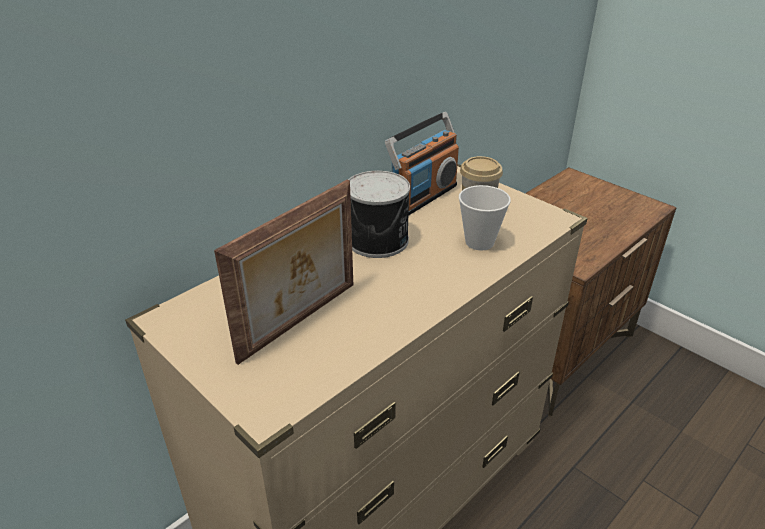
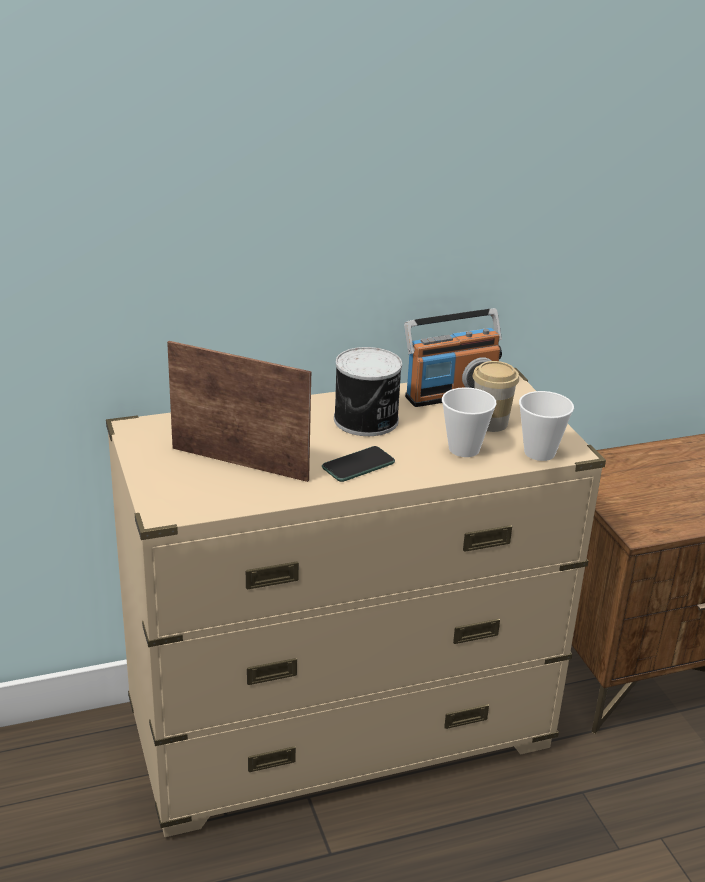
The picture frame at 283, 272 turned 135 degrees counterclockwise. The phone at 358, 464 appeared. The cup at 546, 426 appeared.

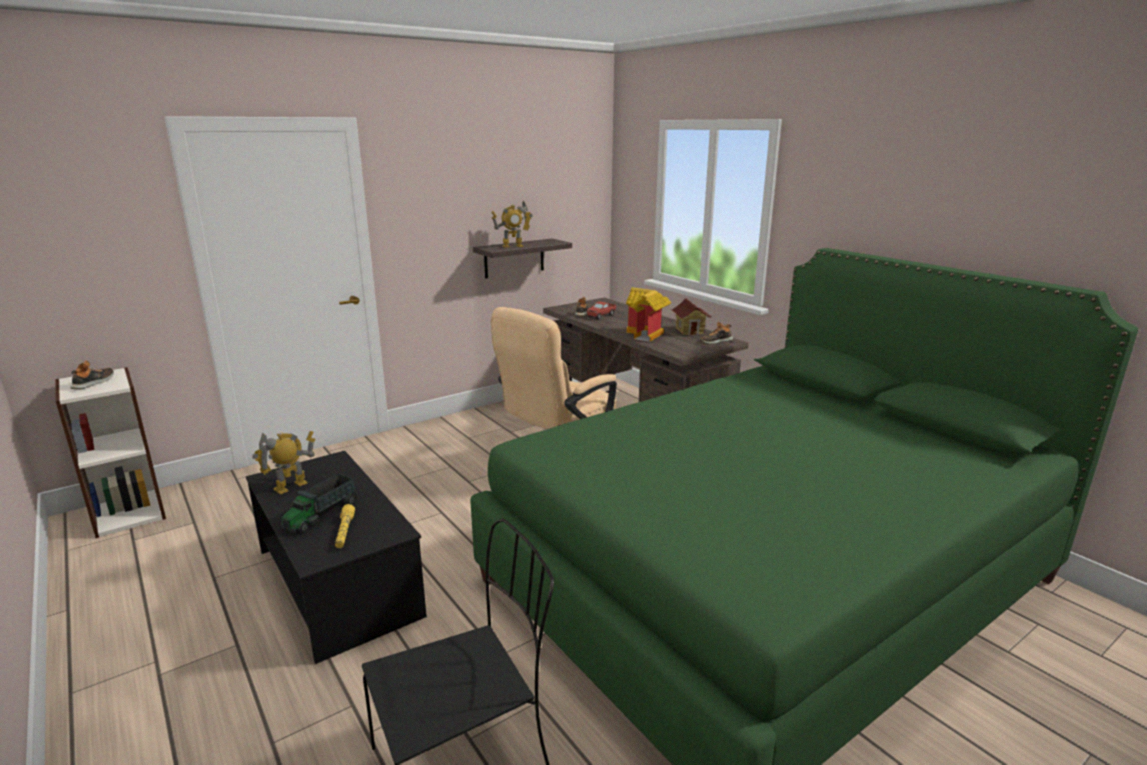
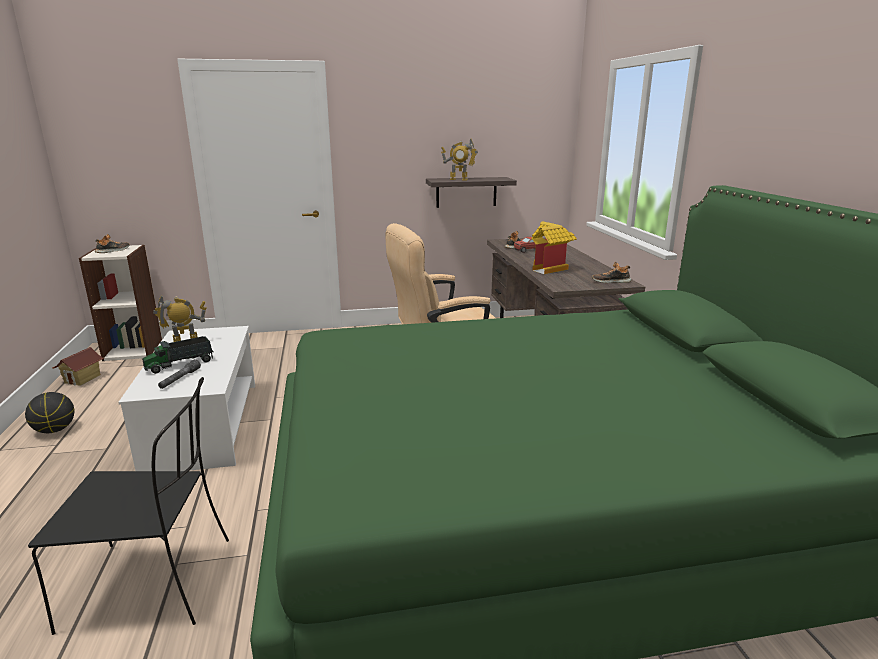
The basketball at 49, 412 appeared. The toy house moved from 691, 317 to 78, 366. The black coffee table at 336, 557 became the white coffee table at 186, 398. The yellow flashlight at 345, 526 became the grey flashlight at 179, 374.

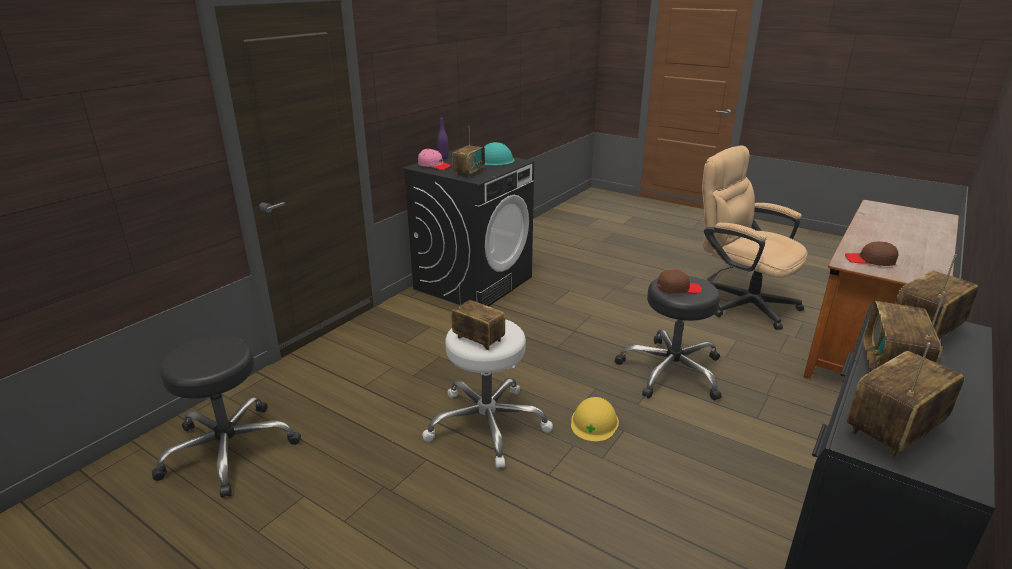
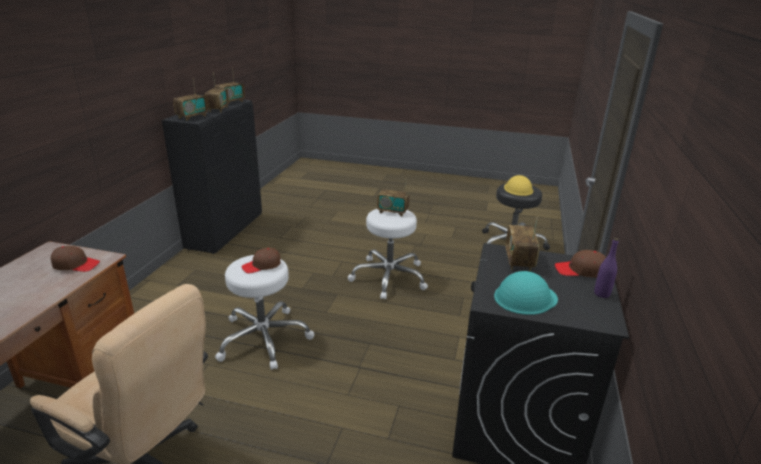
The black stool at 668, 338 became the white stool at 264, 312. The yellow hard hat moved from 595, 419 to 518, 185. The pink cap at 435, 159 became the brown cap at 580, 264.

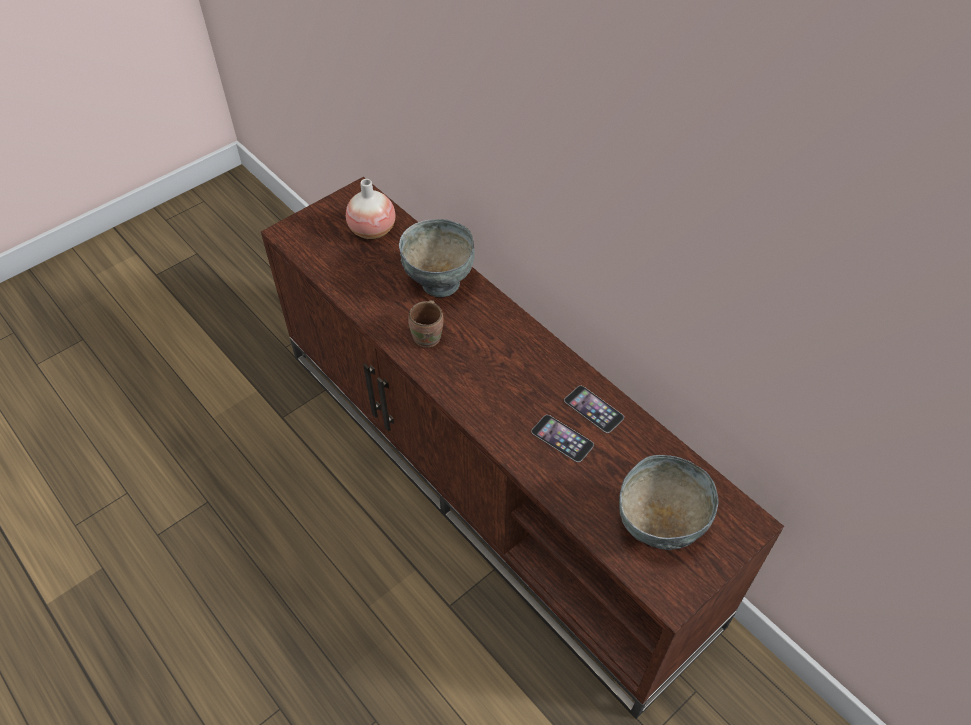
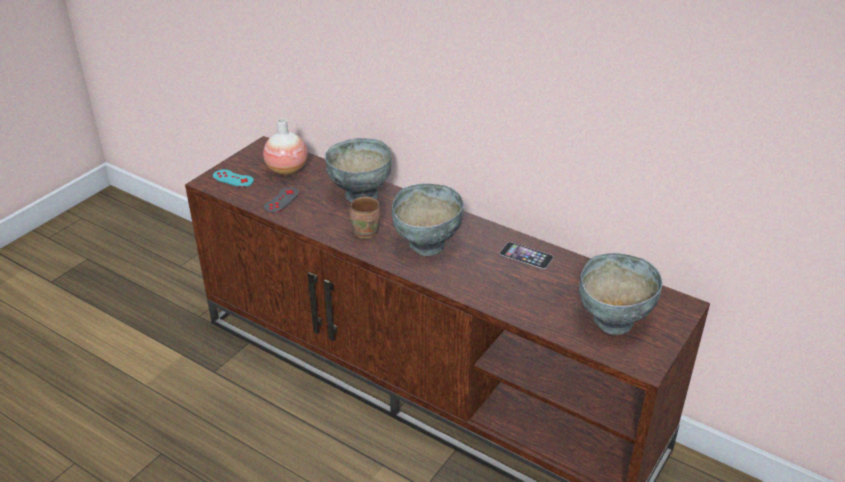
The turquoise game controller at 233, 178 appeared. The grey game controller at 281, 200 appeared. The grey bowl at 428, 220 appeared. The phone at 562, 438 disappeared.

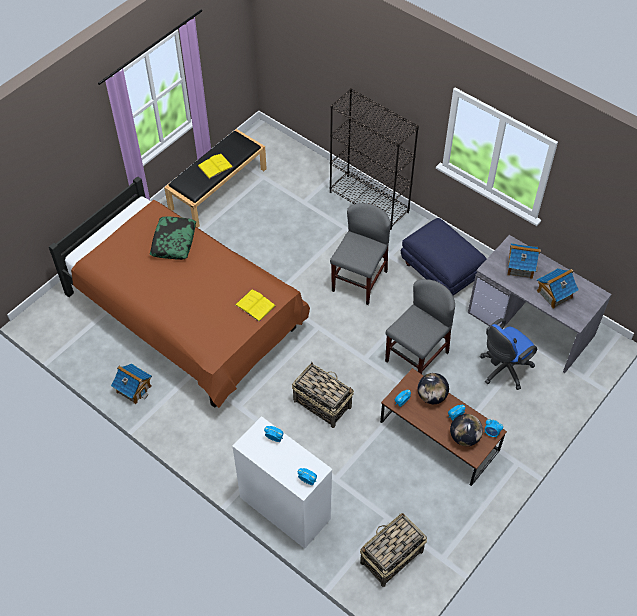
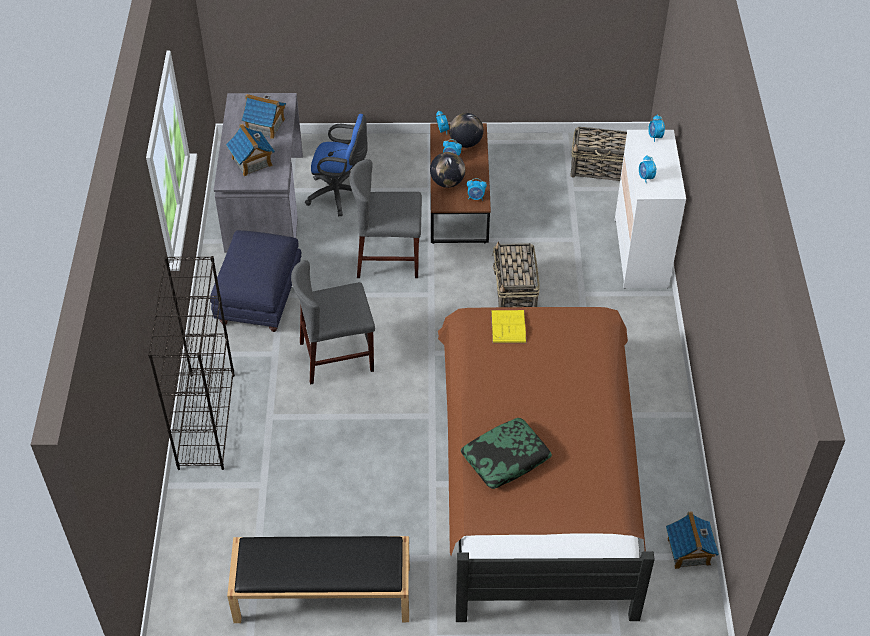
The toy house moved from 131, 383 to 692, 540. The yellow book at 215, 166 disappeared.

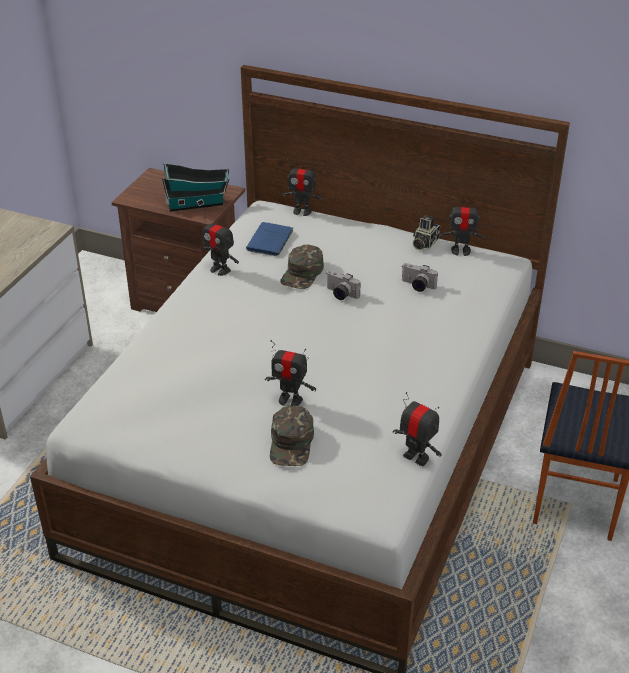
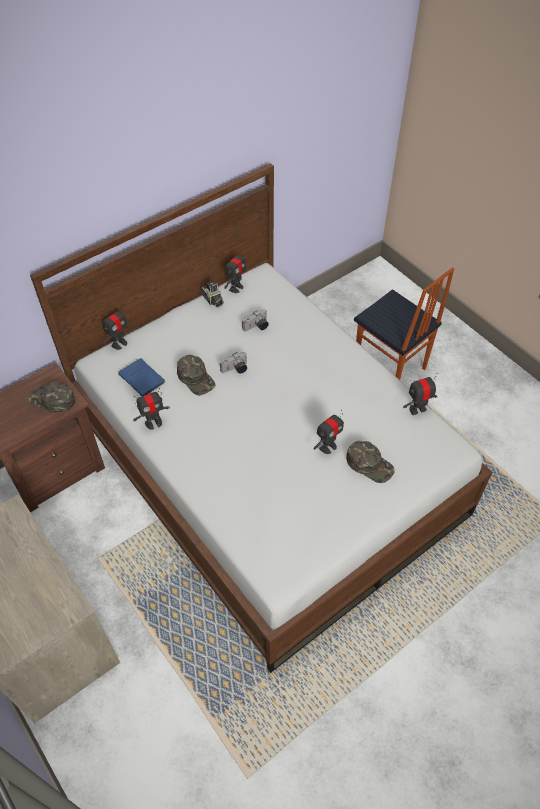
The toy house at 196, 187 was replaced by the green cap at 52, 397.

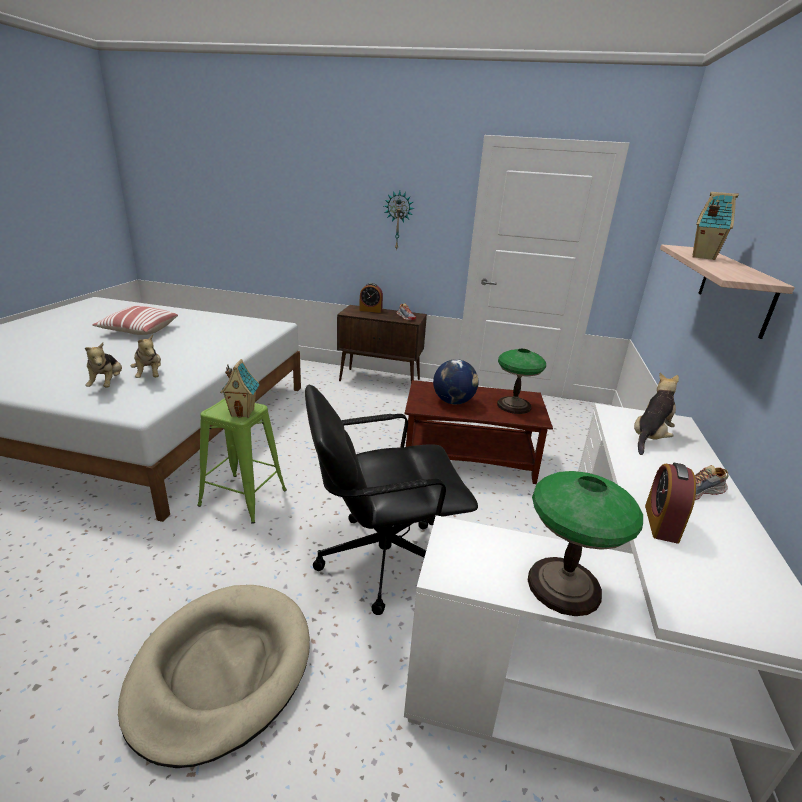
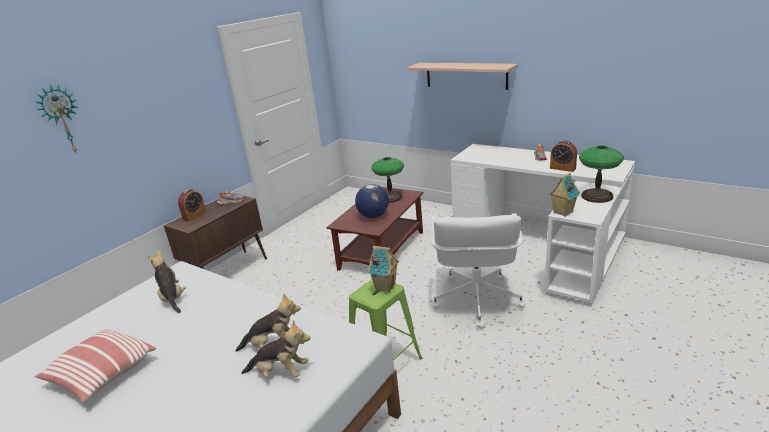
The wall clock moved from 399, 221 to 56, 118. The plush toy moved from 656, 414 to 167, 282. The black office chair at 391, 500 became the white office chair at 478, 270. The toy house moved from 716, 226 to 564, 195. The beige dog bed at 214, 676 disappeared.

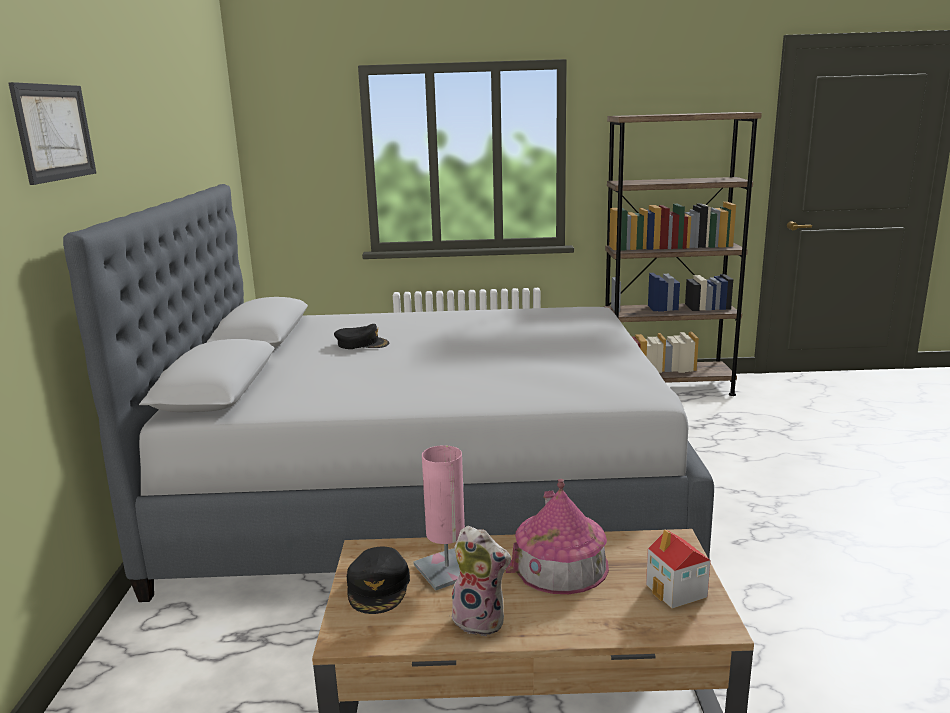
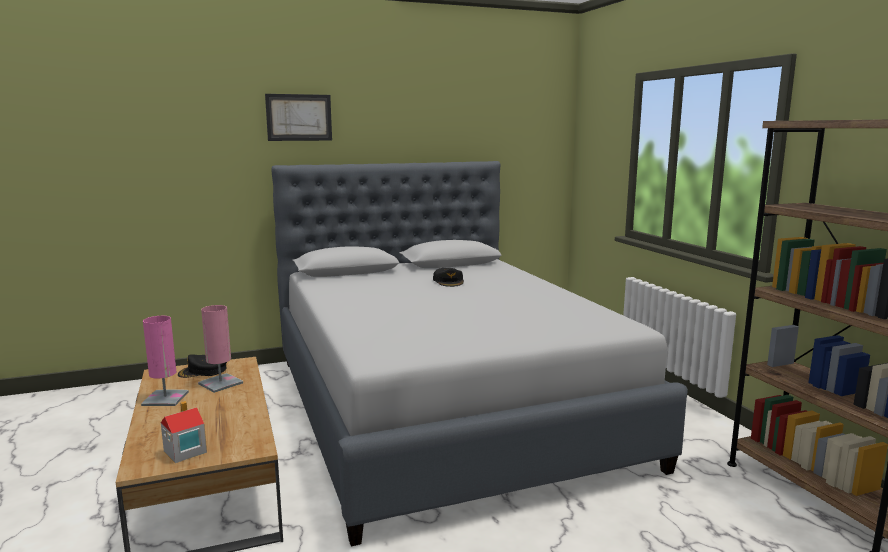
The plush toy at 481, 581 was replaced by the pink table lamp at 165, 361. The toy house at 557, 536 disappeared.

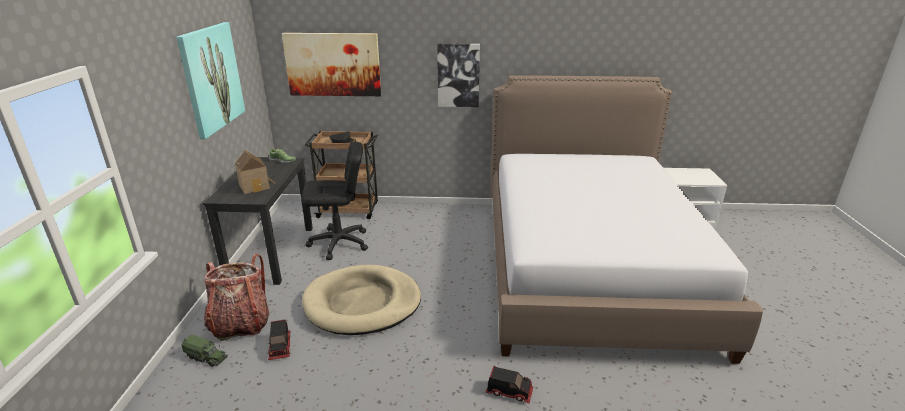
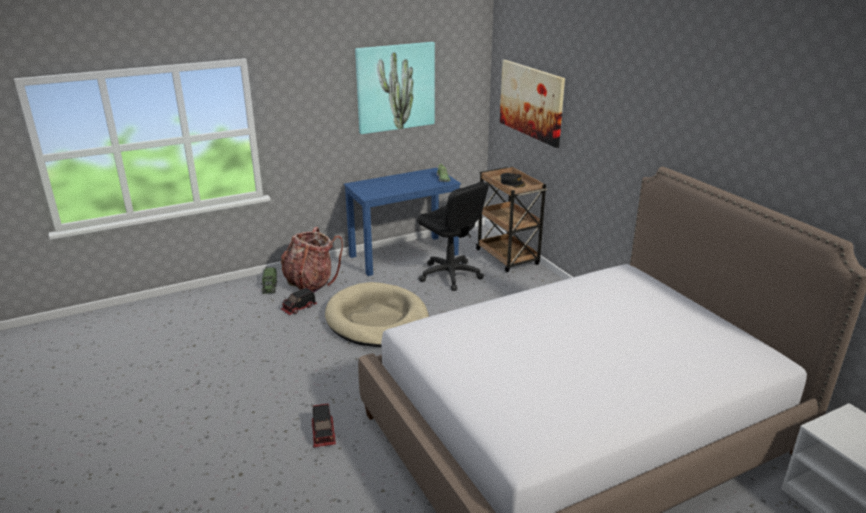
The black desk at 258, 221 became the blue desk at 402, 222. The toy house at 255, 172 disappeared. The picture at 458, 75 disappeared.

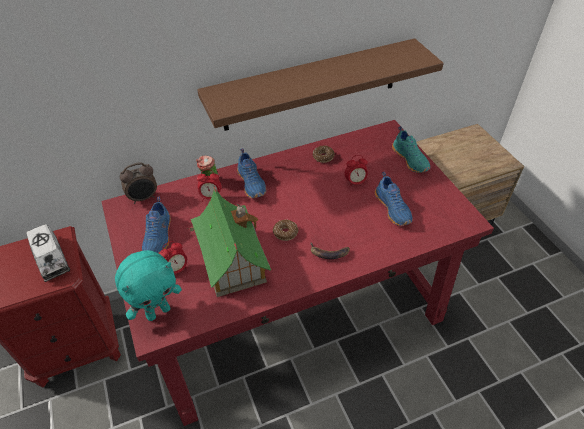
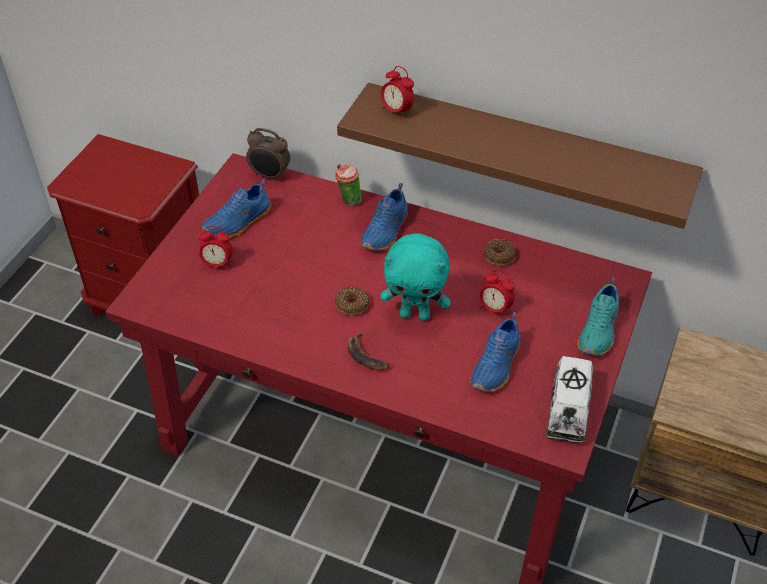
The turquoise plush toy moved from 148, 285 to 415, 277. The alarm clock moved from 209, 185 to 397, 92. The toy truck moved from 48, 253 to 569, 399. The toy house at 229, 241 disappeared.

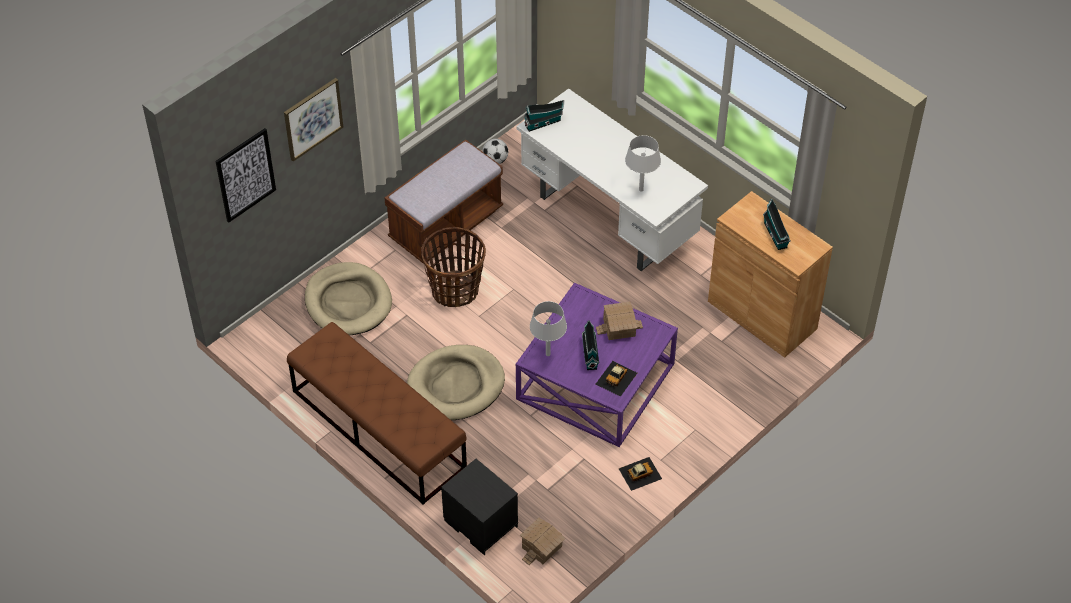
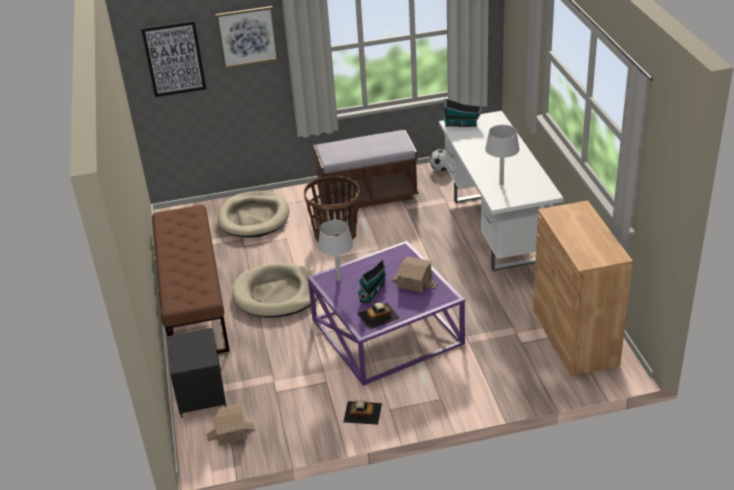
The toy house at 777, 224 disappeared.

